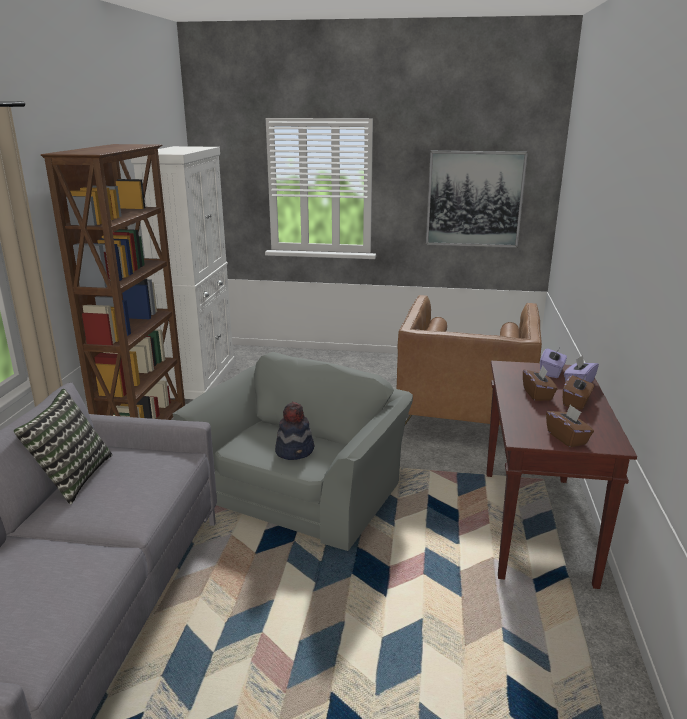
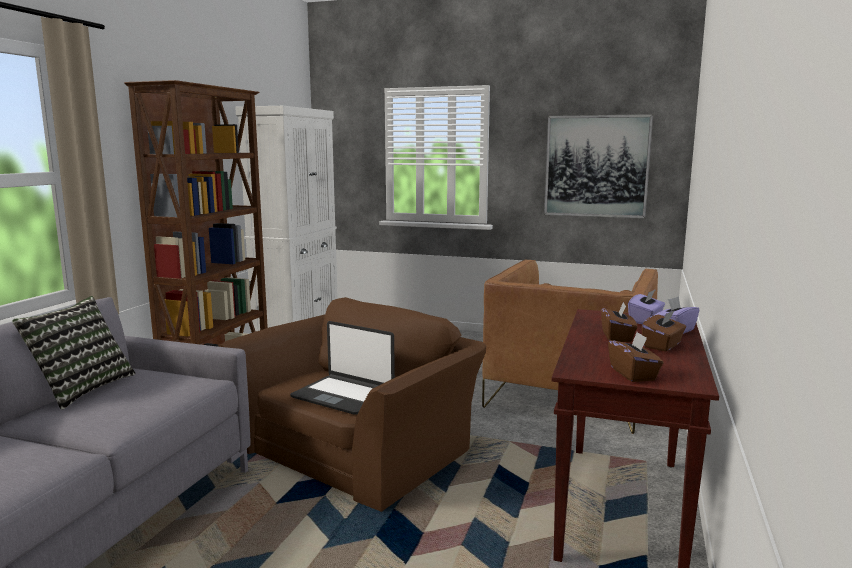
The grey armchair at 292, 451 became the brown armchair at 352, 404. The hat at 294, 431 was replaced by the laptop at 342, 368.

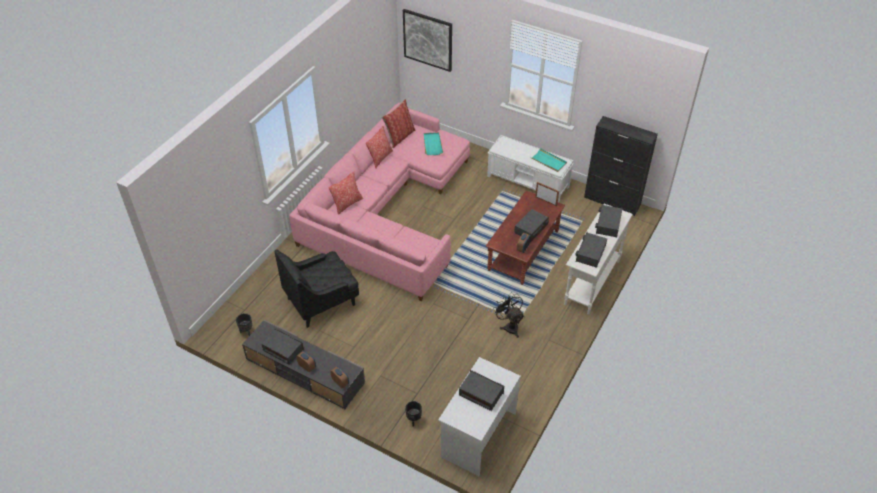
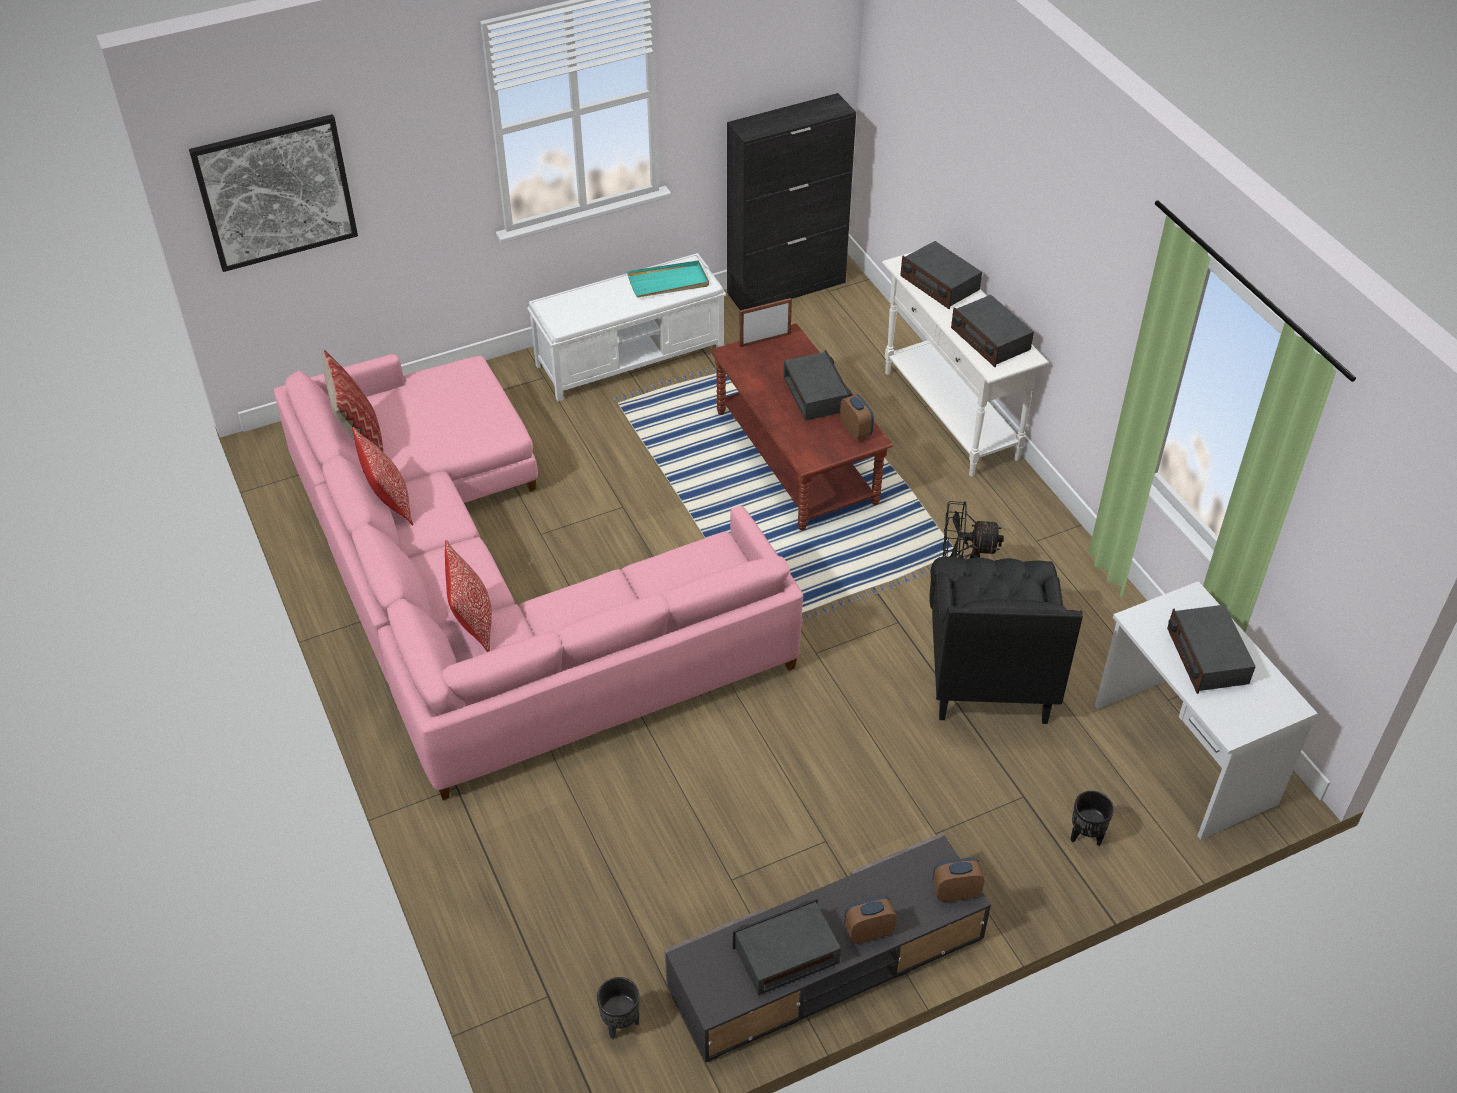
The black armchair moved from 316, 288 to 1006, 640. The radio at 481, 390 turned 75 degrees counterclockwise. The turquoise tray at 433, 143 disappeared.

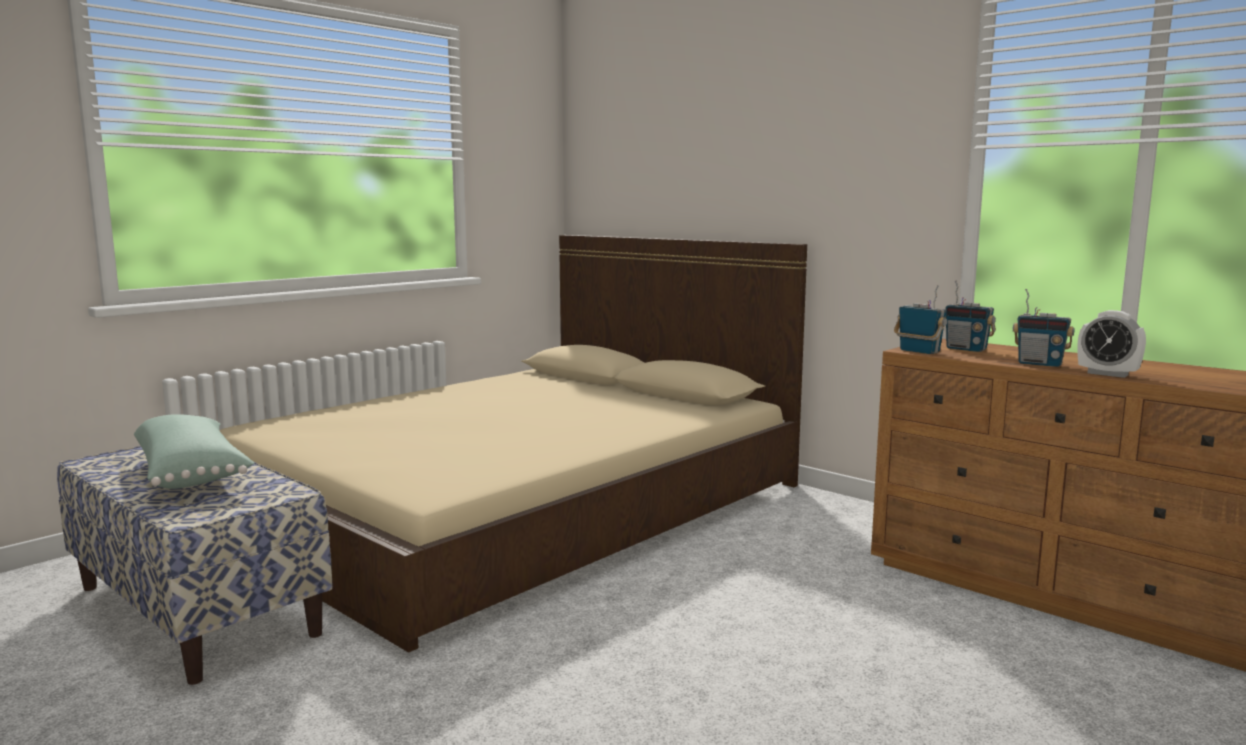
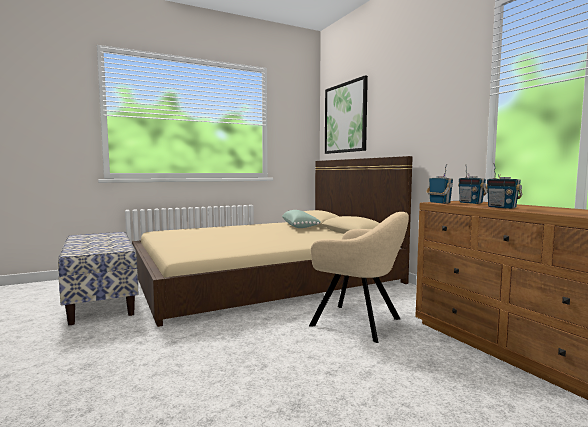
The green pillow moved from 194, 451 to 301, 219. The beige armchair at 359, 277 appeared. The picture at 346, 115 appeared. The alarm clock at 1111, 344 disappeared.

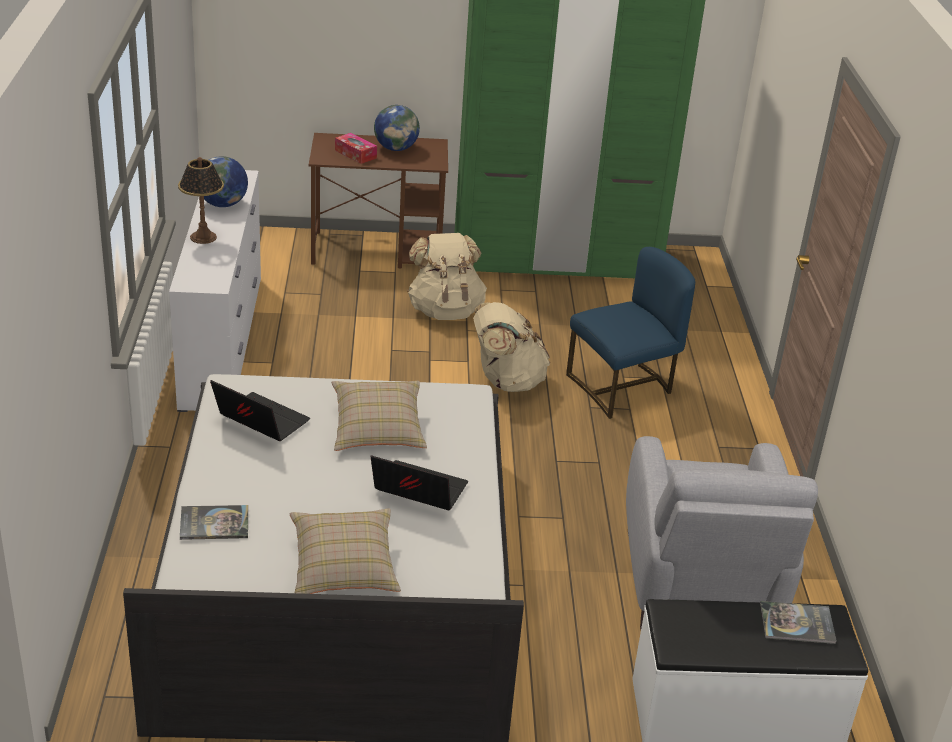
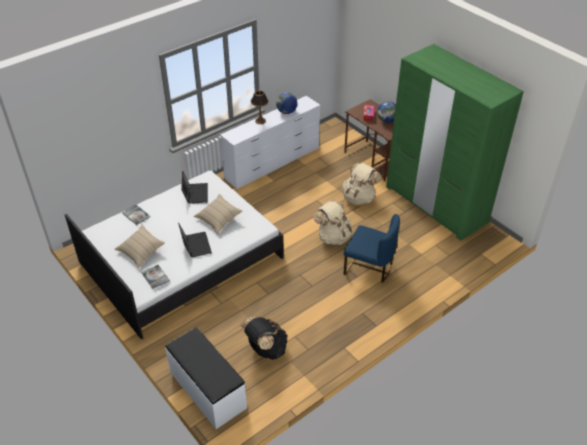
The book moved from 798, 622 to 155, 277. The grey armchair at 722, 533 was replaced by the black backpack at 264, 338.

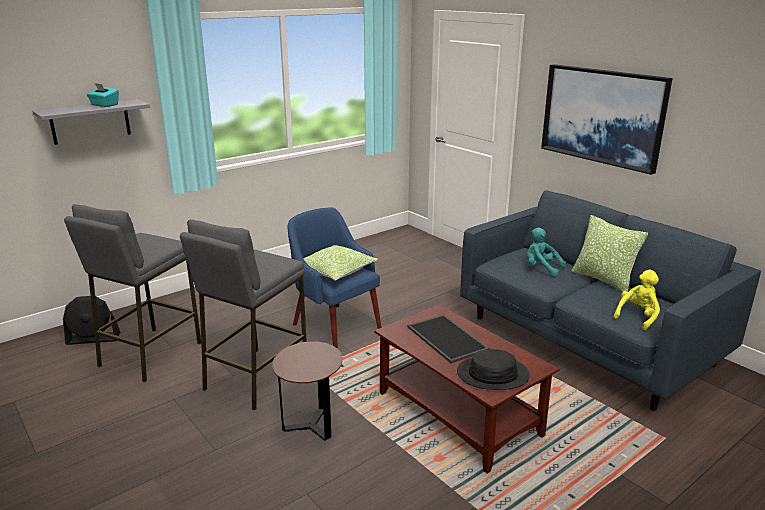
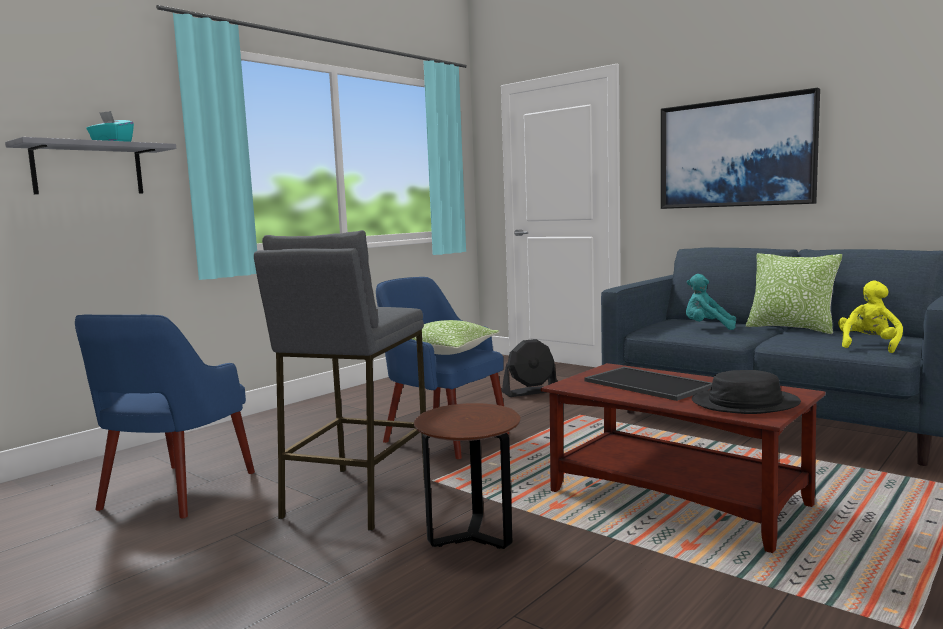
The grey stool at 132, 293 was replaced by the blue armchair at 165, 416. The black fan moved from 91, 320 to 529, 368.

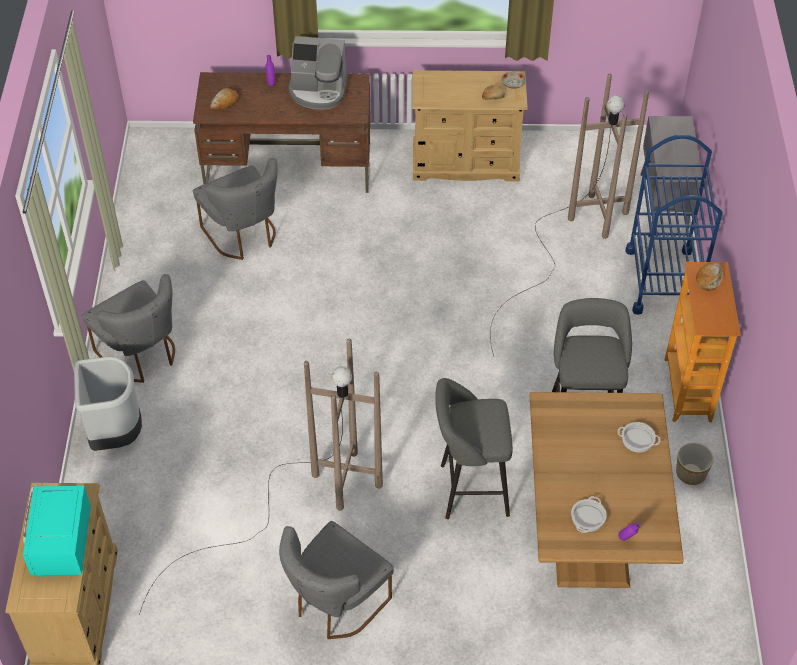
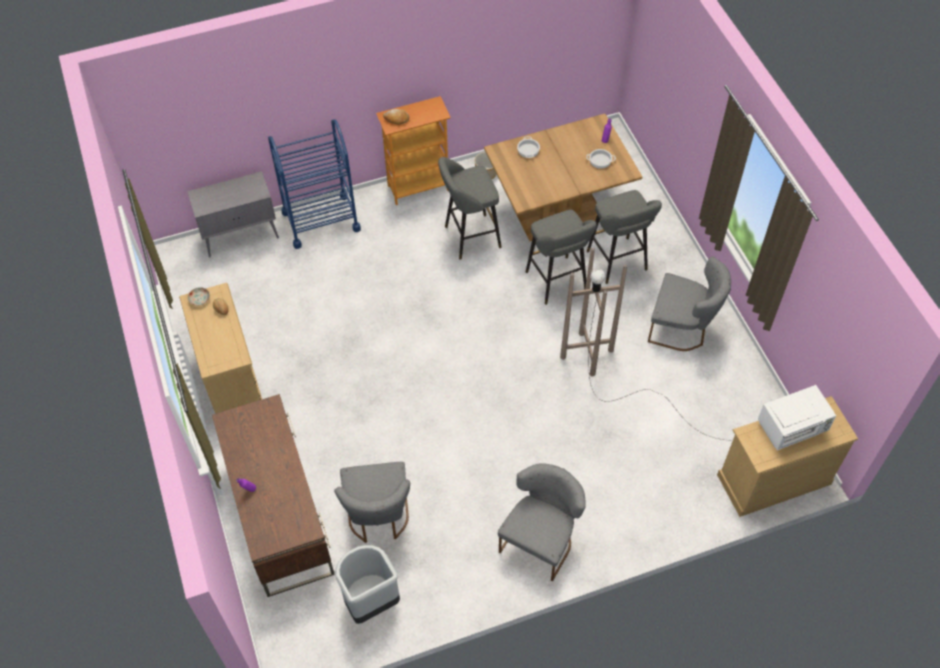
The grey chair at 235, 209 turned 135 degrees clockwise. The grey trash can moved from 108, 403 to 367, 584. The grey stool at 624, 237 appeared. The turquoise microwave at 57, 531 became the white microwave at 797, 417. The bread at 224, 99 disappeared. The coffee machine at 318, 73 disappeared. The brown floor lamp at 569, 214 disappeared.

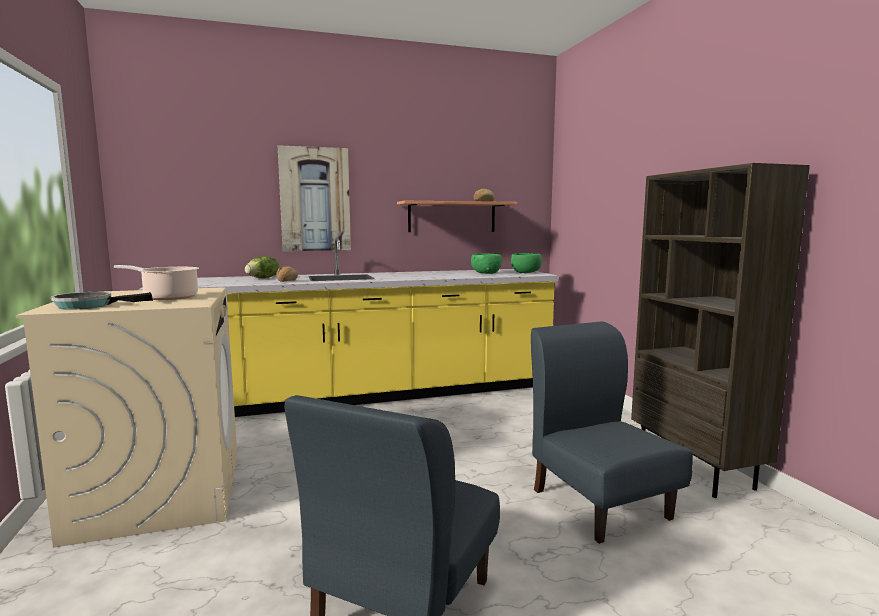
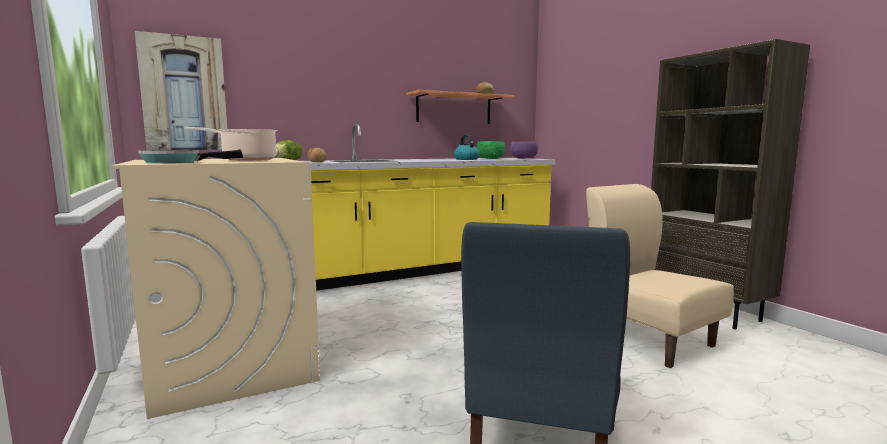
The picture moved from 314, 198 to 181, 90. The kettle at 467, 147 appeared. The green bowl at 526, 263 became the purple bowl at 524, 150. The blue chair at 612, 432 became the beige chair at 660, 276.

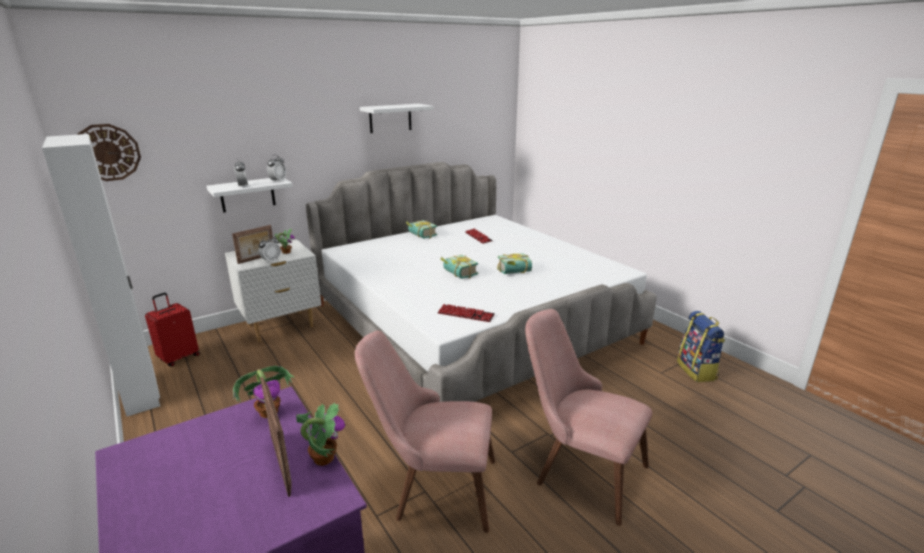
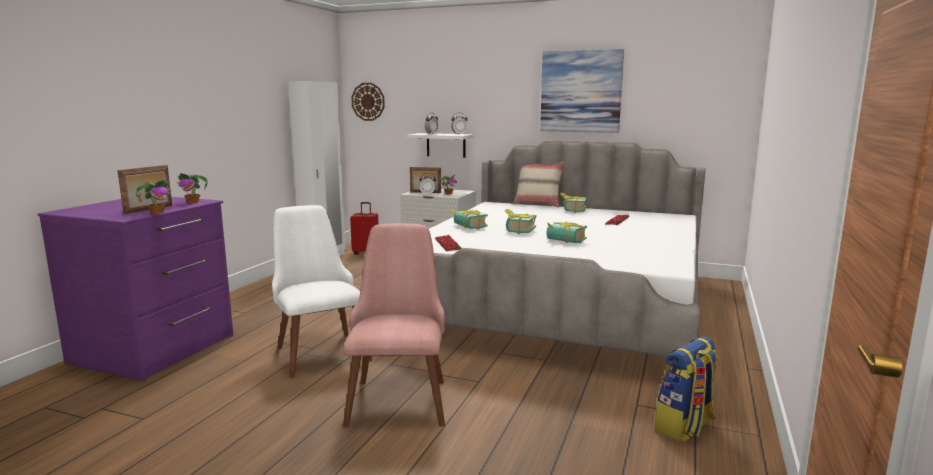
The pink chair at 425, 432 became the white chair at 322, 291. The book at 469, 219 appeared. The beige pillow at 538, 184 appeared. The white shelf at 397, 118 was replaced by the picture at 582, 91.

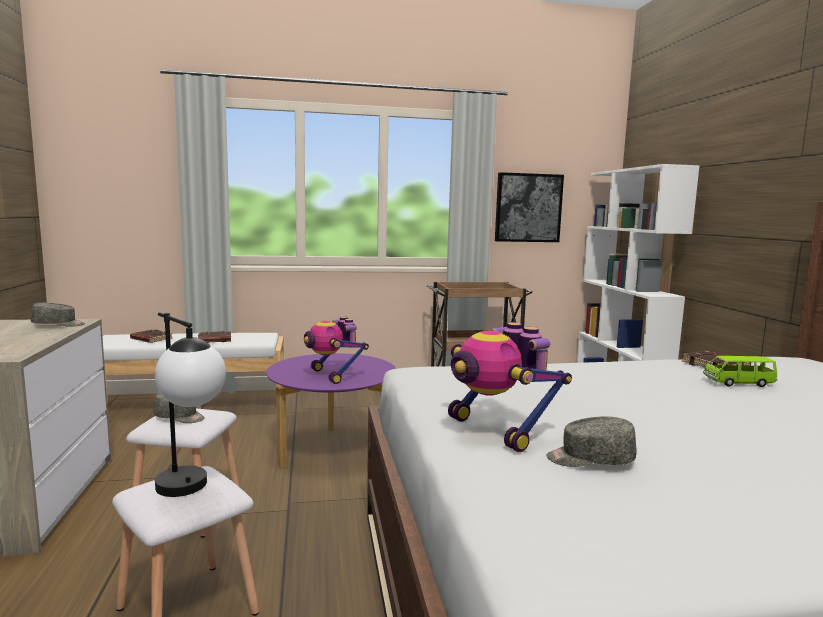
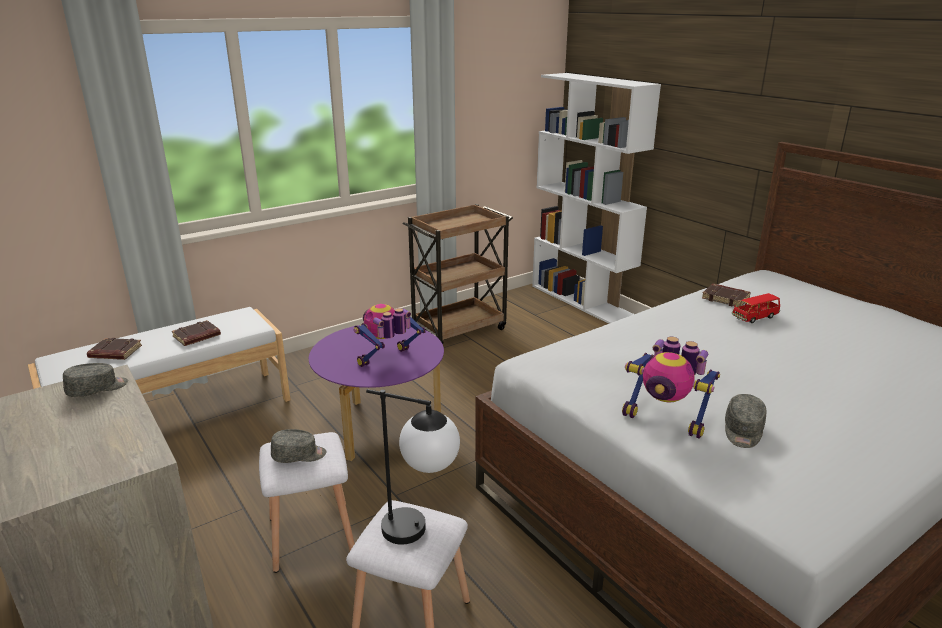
The toy robot at 336, 350 turned 105 degrees clockwise. The grey cap at 591, 441 turned 45 degrees counterclockwise. The green toy car at 740, 371 became the red toy car at 756, 308. The picture at 529, 207 disappeared.

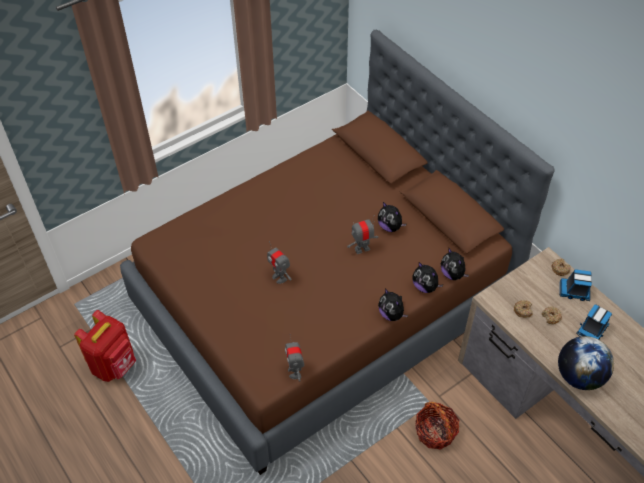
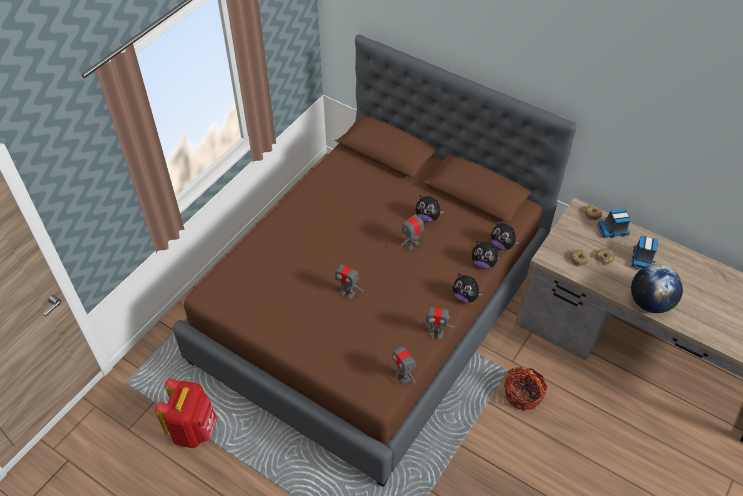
The toy robot at 437, 321 appeared.

